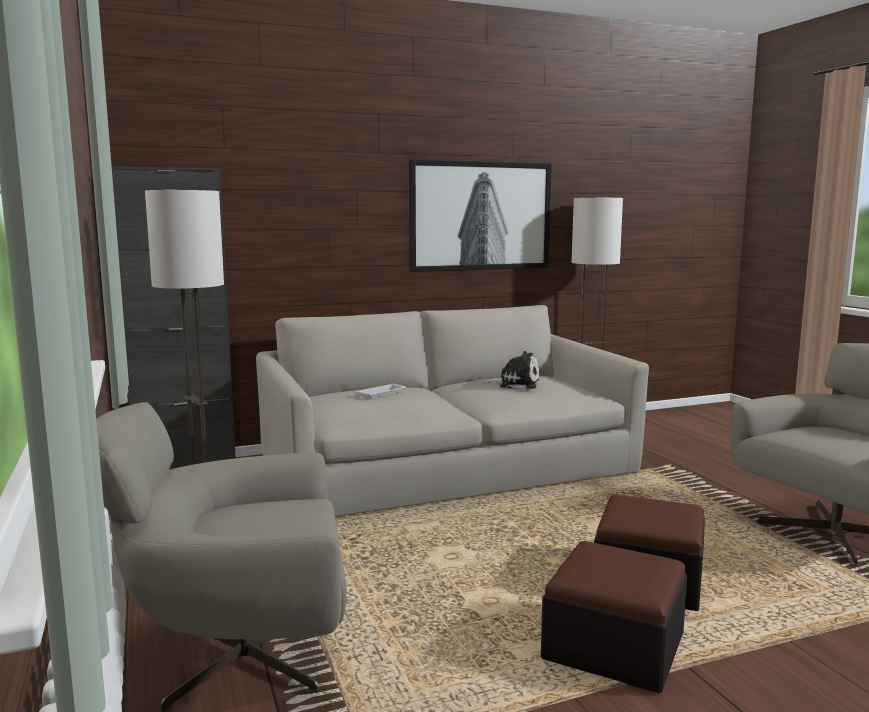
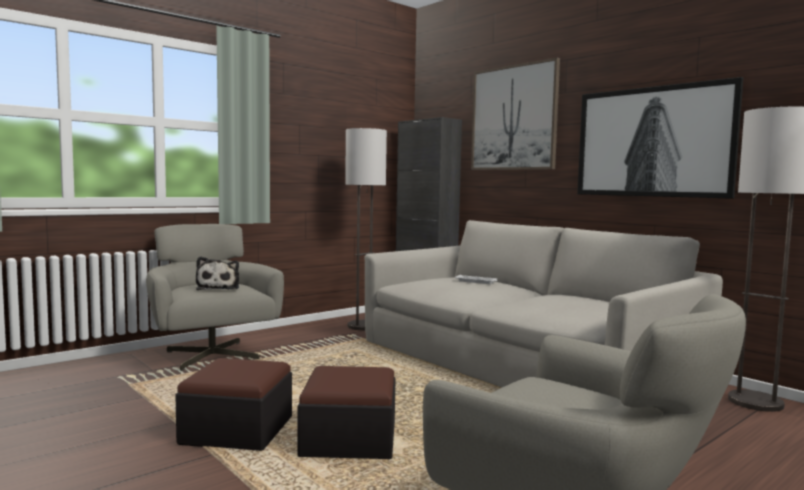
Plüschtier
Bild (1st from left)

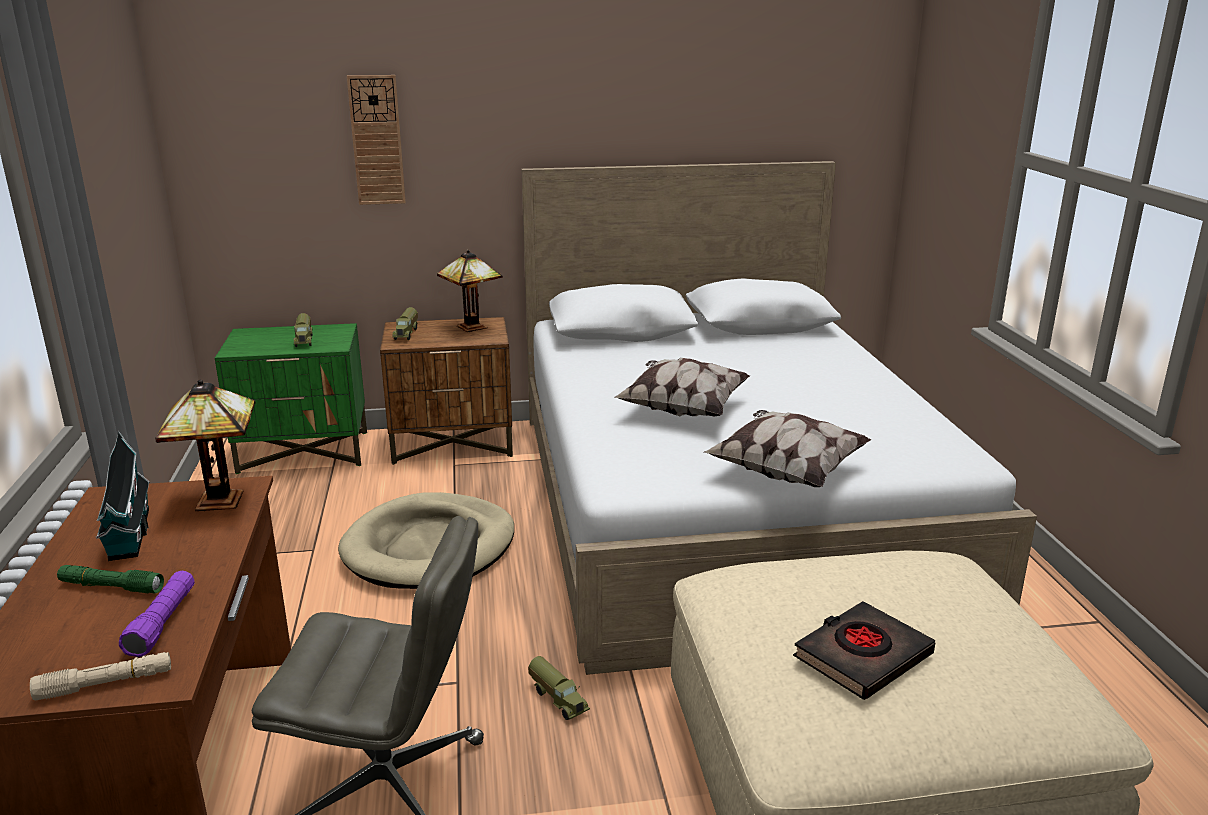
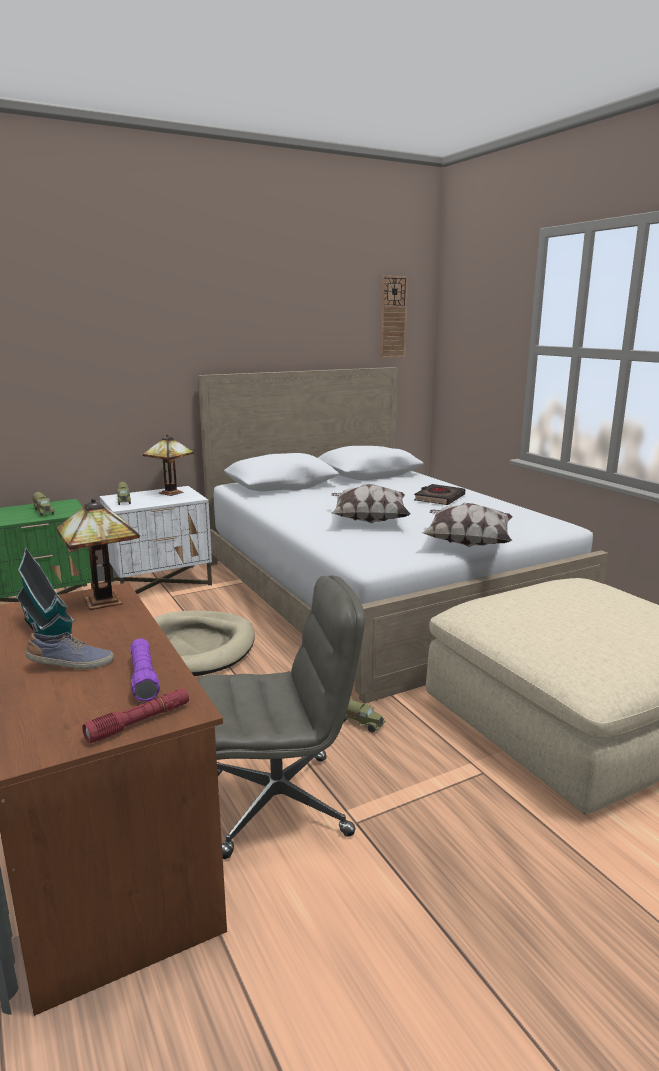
Wanduhr
Nachttisch (weiß)
Schuh
Buch (schwarz)
Taschenlampe (rot)

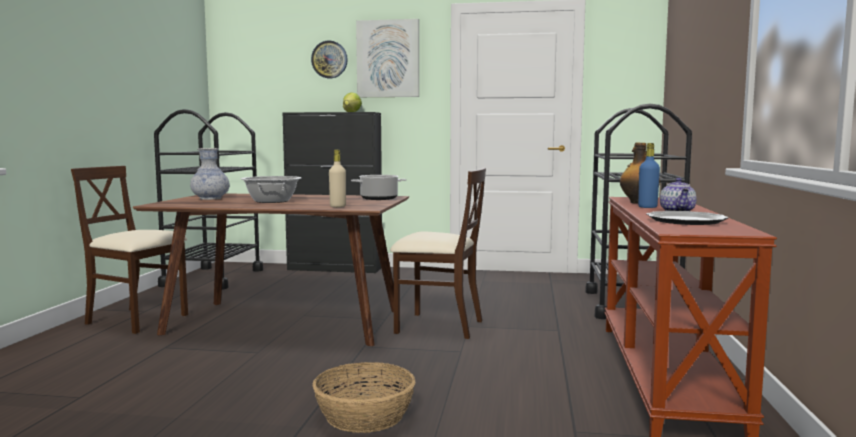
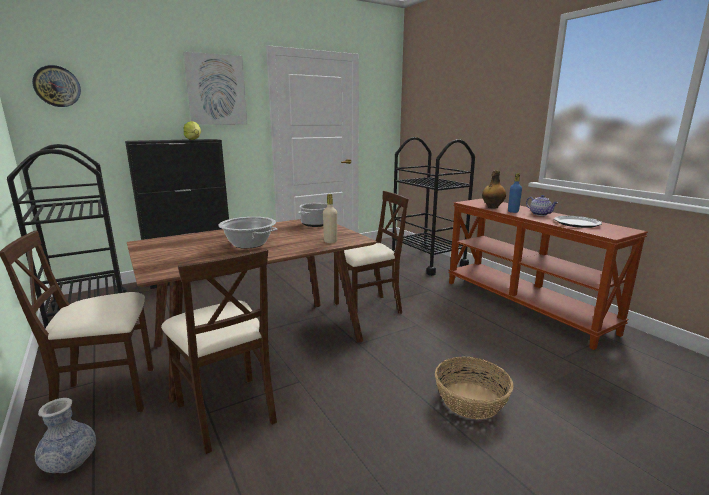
Wanduhr
Vase
Stuhl (beige) (2nd from left)

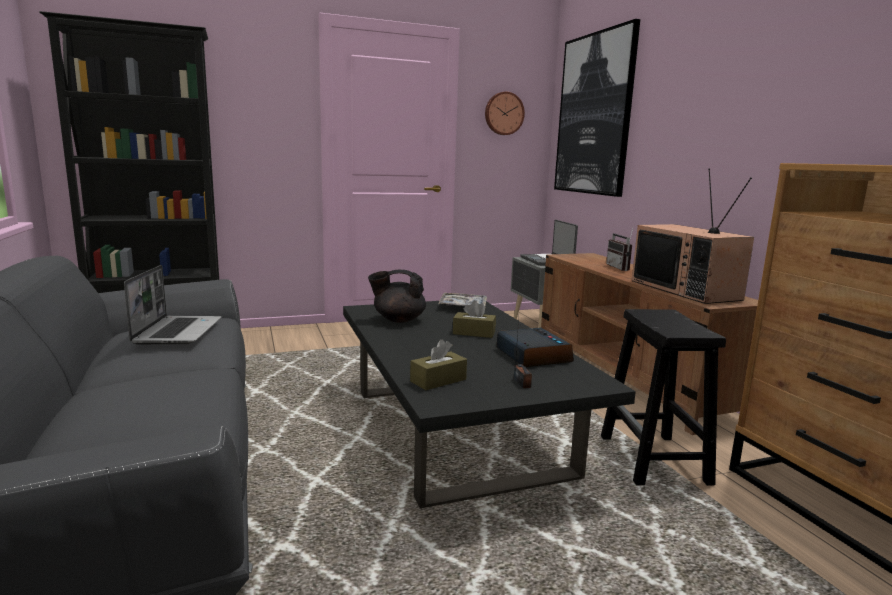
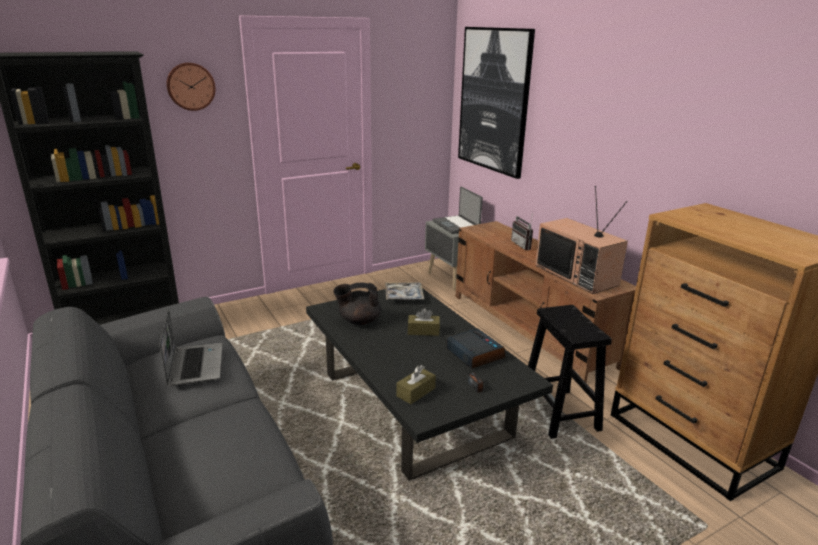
Wanduhr

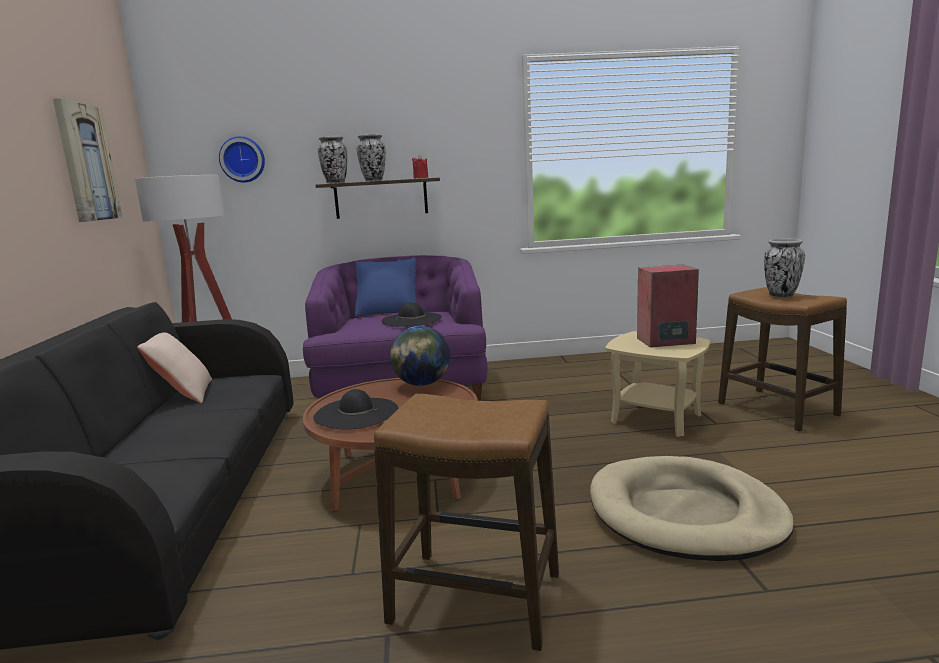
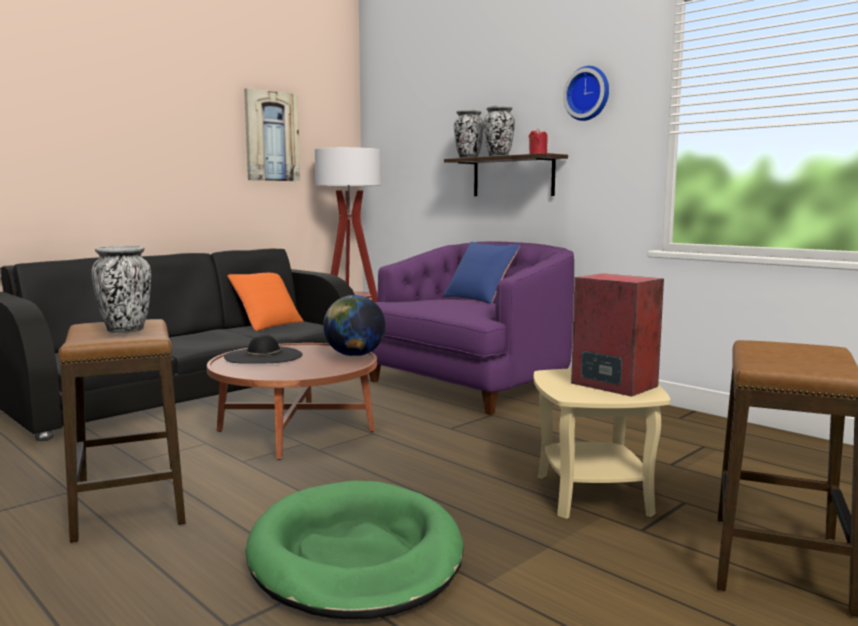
Wanduhr
Vase (1st from left)
Hut (schwarz) (2nd from left in the first image)
Kissen (orange)
Hundebett (grün)

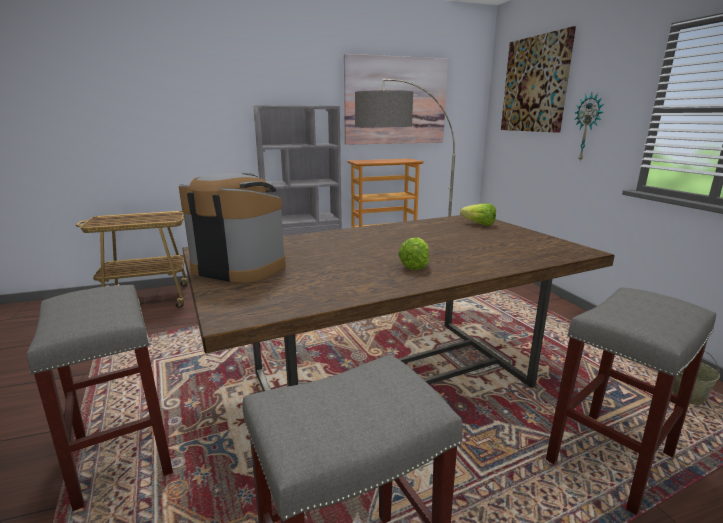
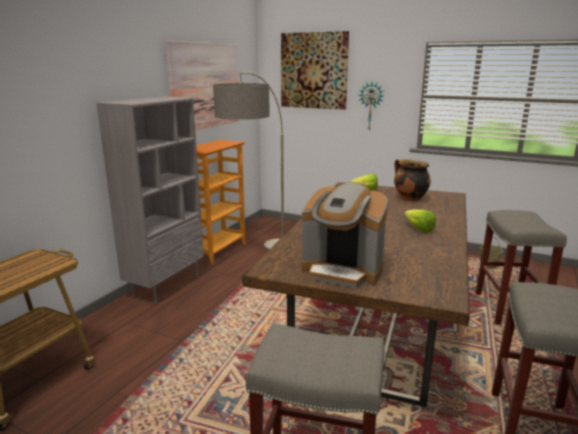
Kaffeemaschine
Kochtopf

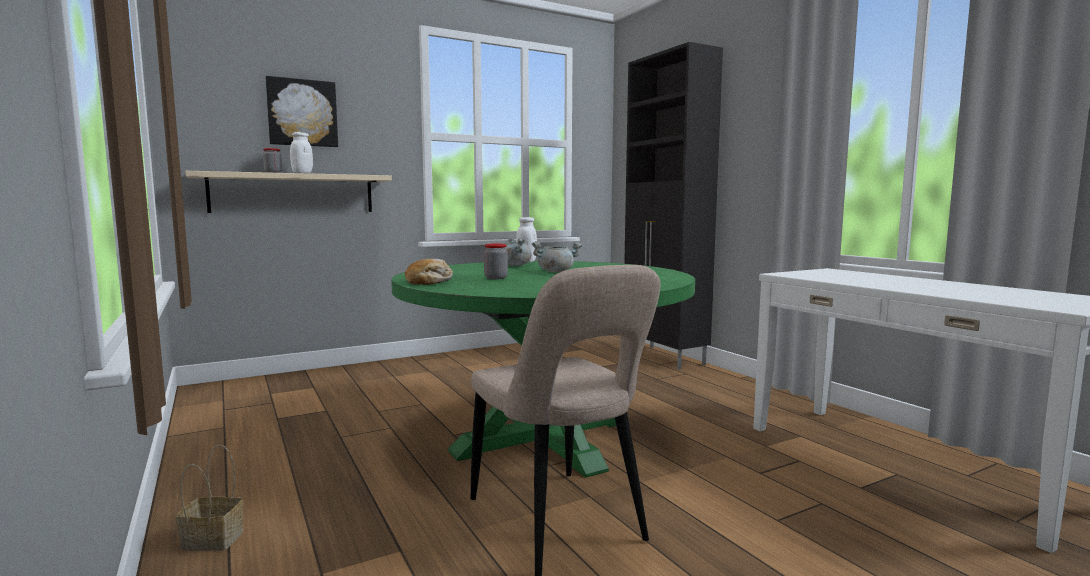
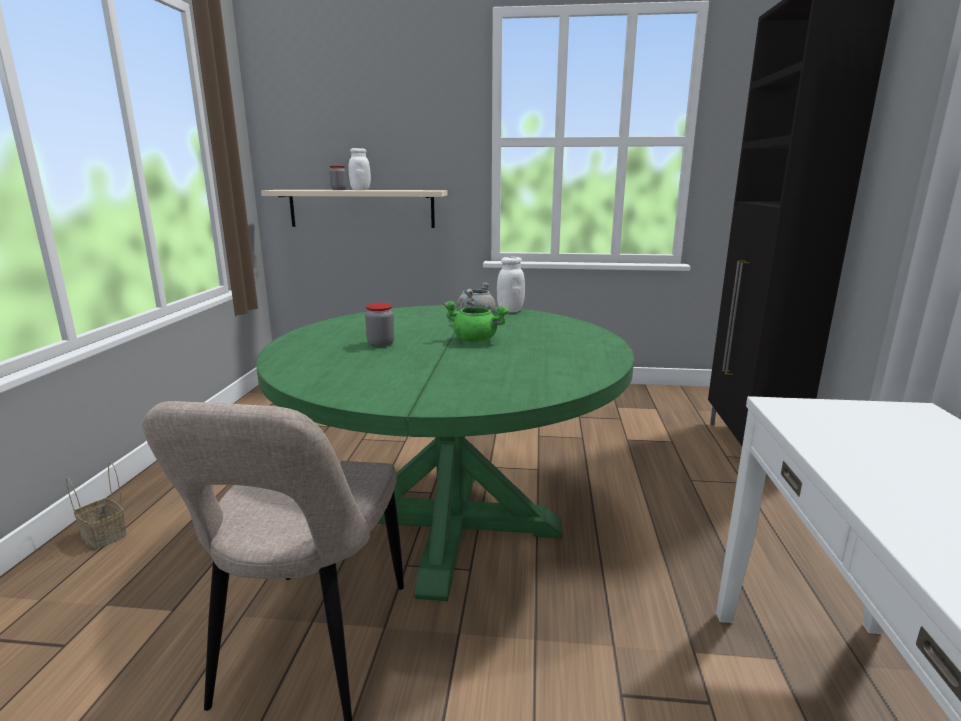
Bild
Kochtopf (grün)
Brot

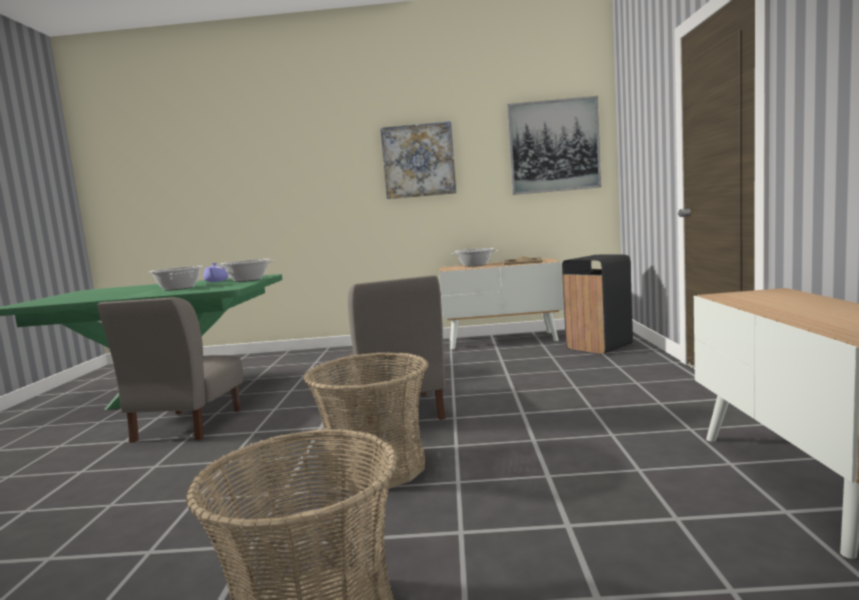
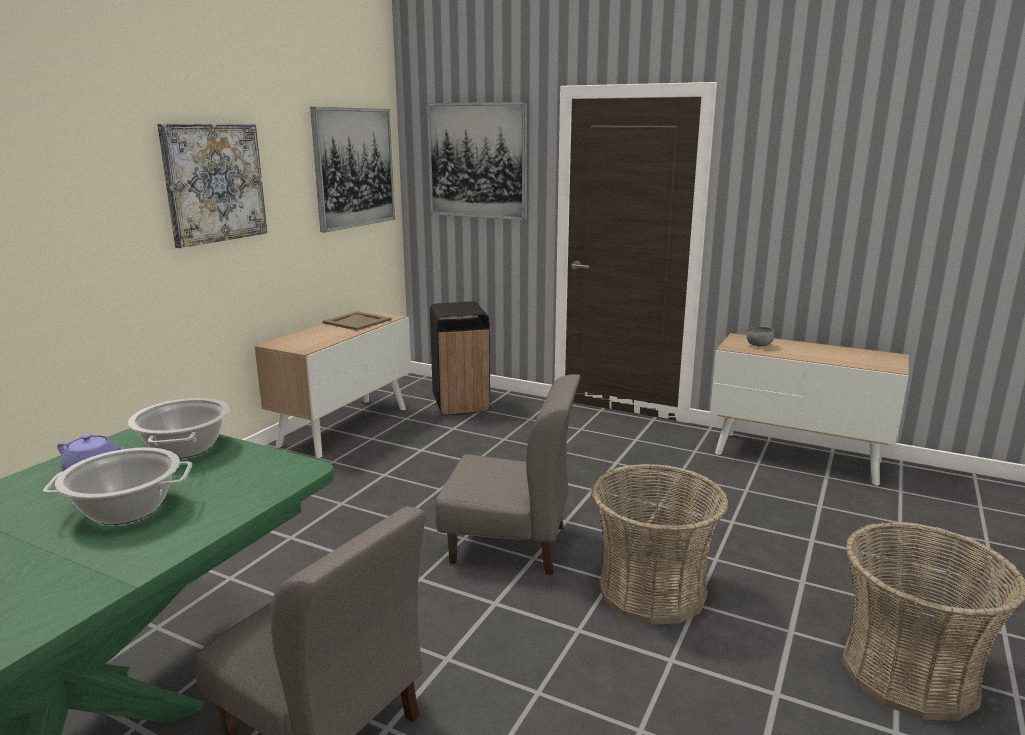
Kochtopf (3rd from left in the first image)
Bild (3rd from left)
Schüssel (grau)

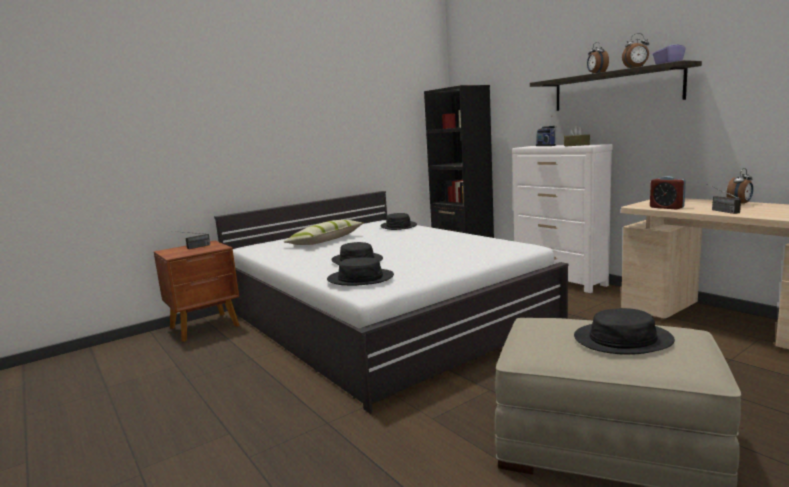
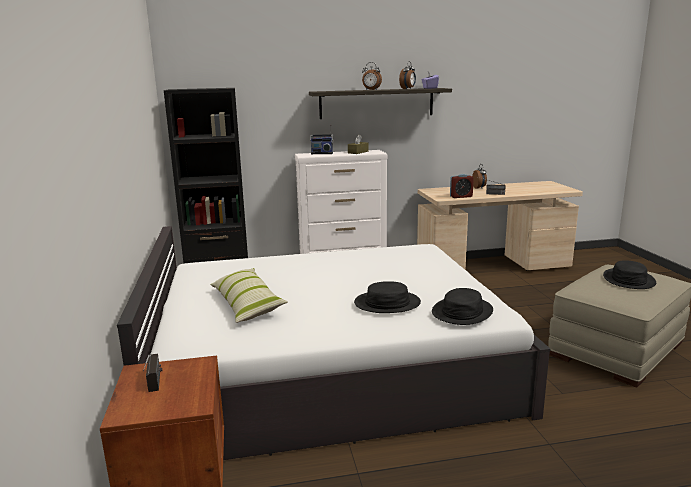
Hut (schwarz) (3rd from left in the first image)

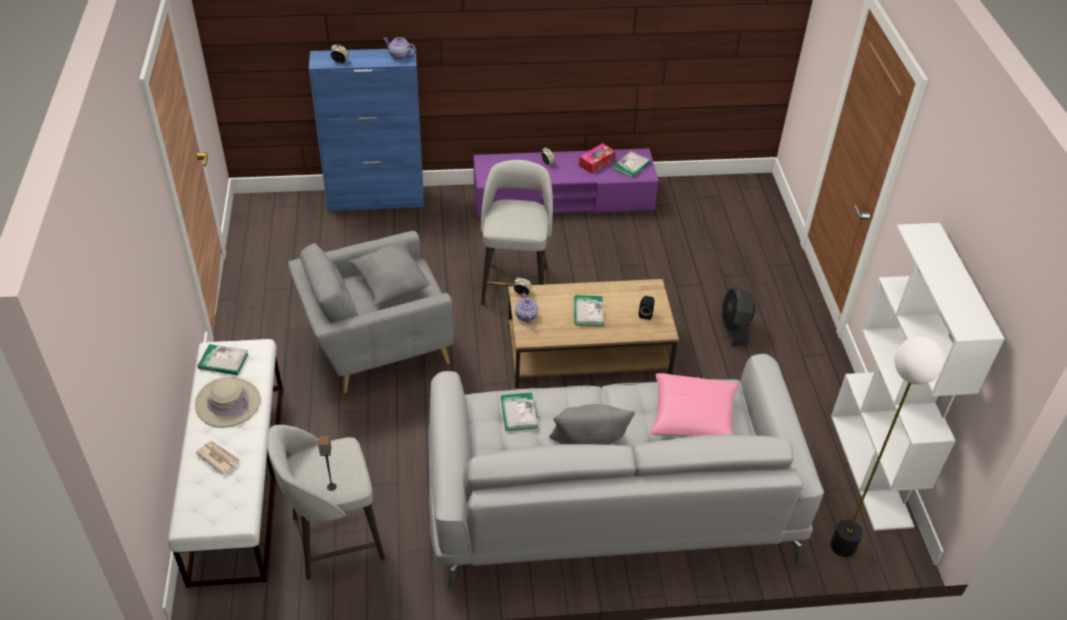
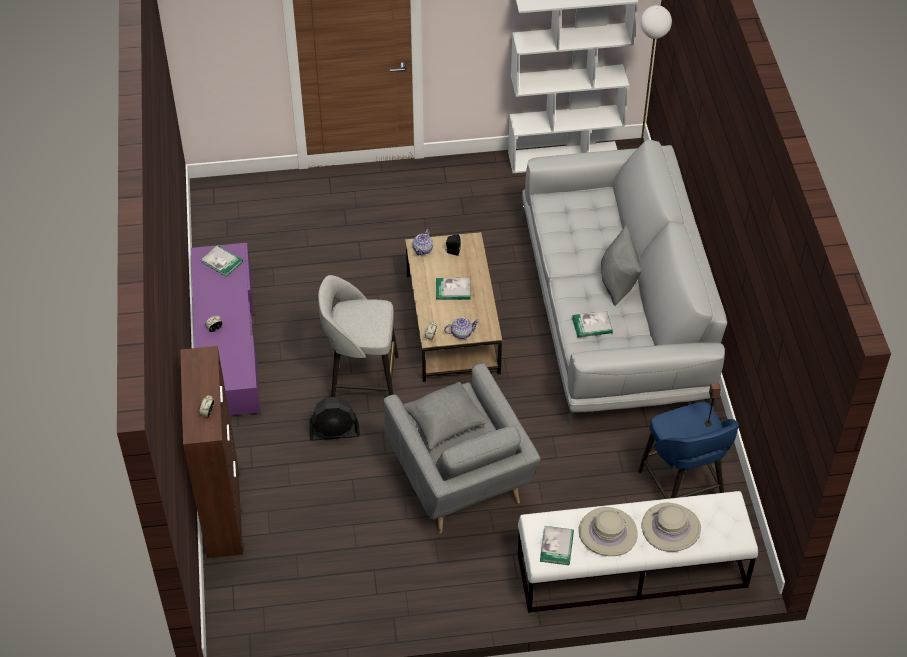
Teekanne (1st from left)
Schrank (braun)
Taschentuchbox
Ventilator (schwarz)
Kissen (rosa)
Hocker (blau)
Hut (beige) (2nd from left)

